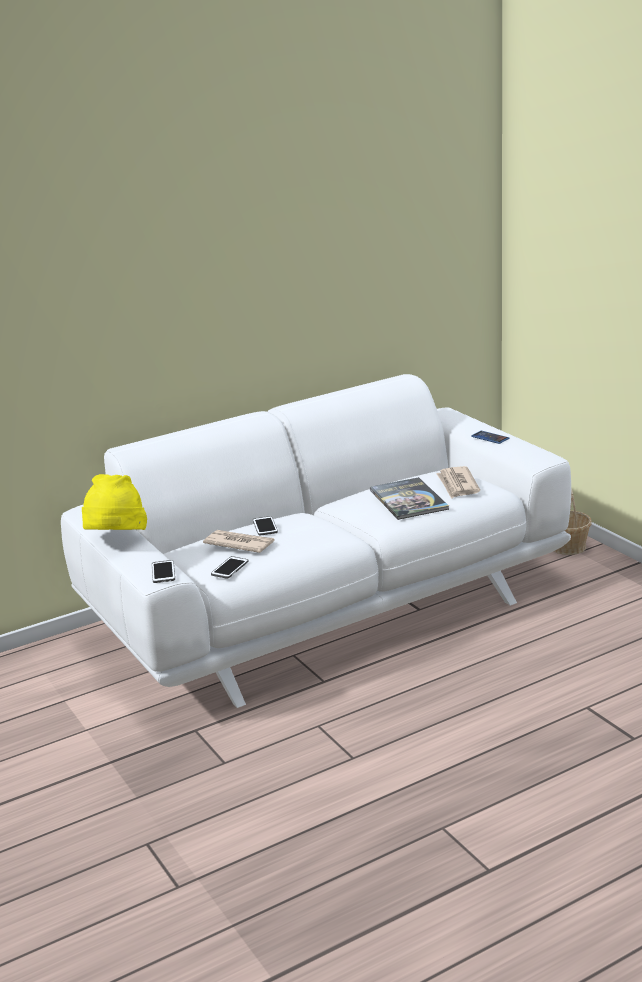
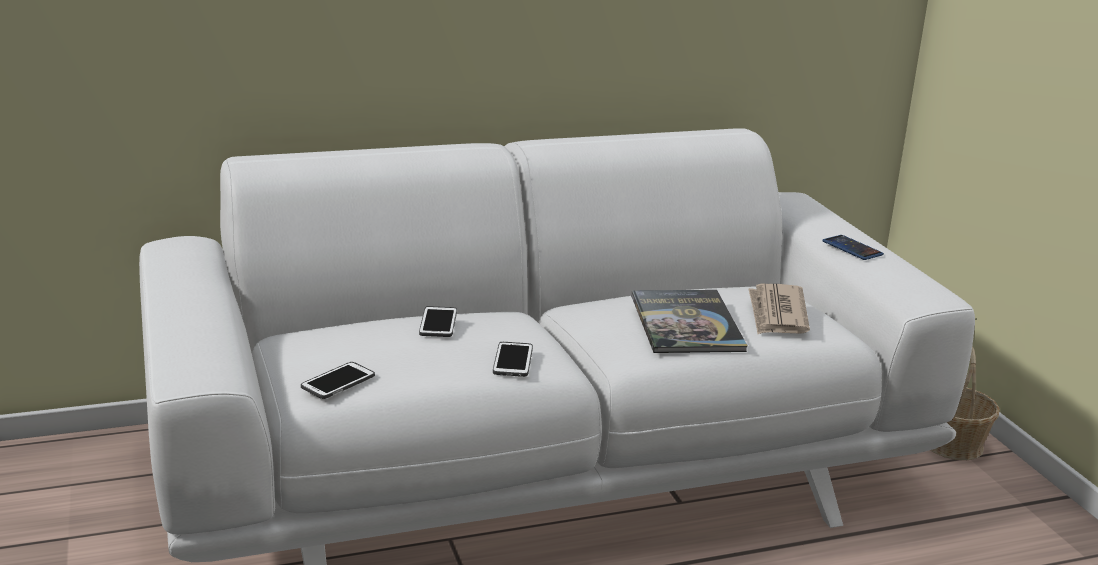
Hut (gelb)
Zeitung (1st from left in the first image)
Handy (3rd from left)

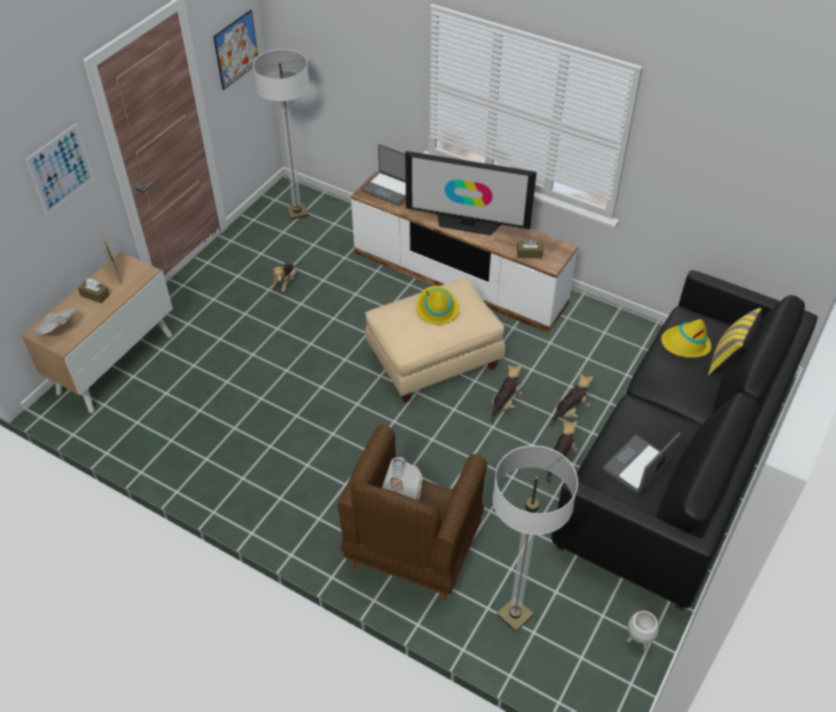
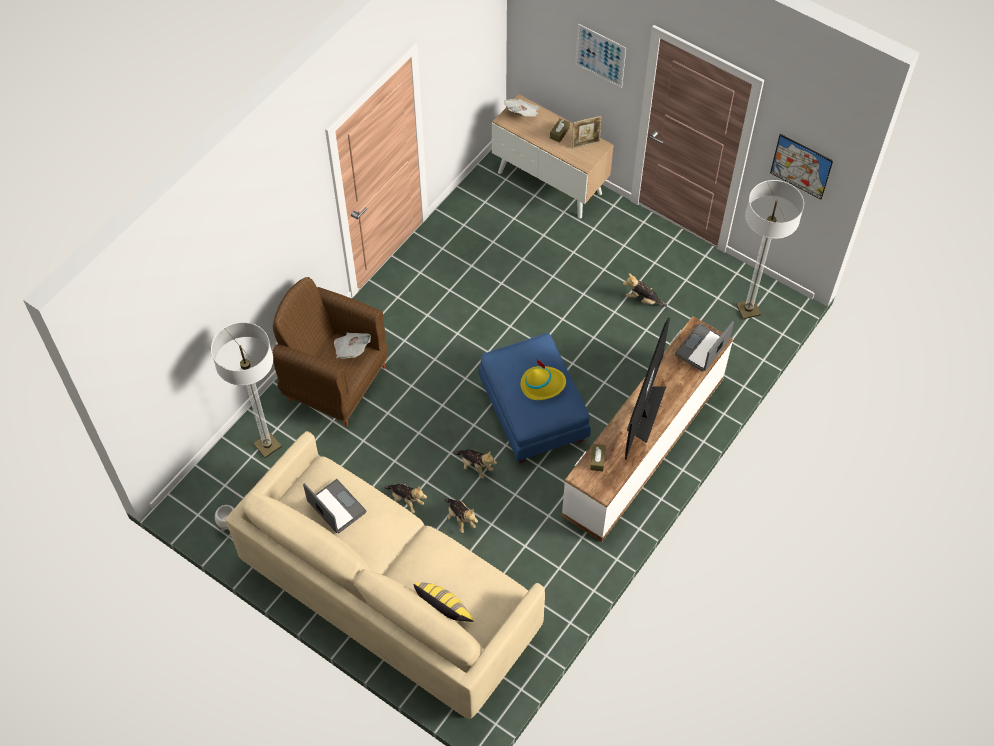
Sofa (beige)
Polsterhocker (blau)
Hut (gelb) (2nd from left in the first image)

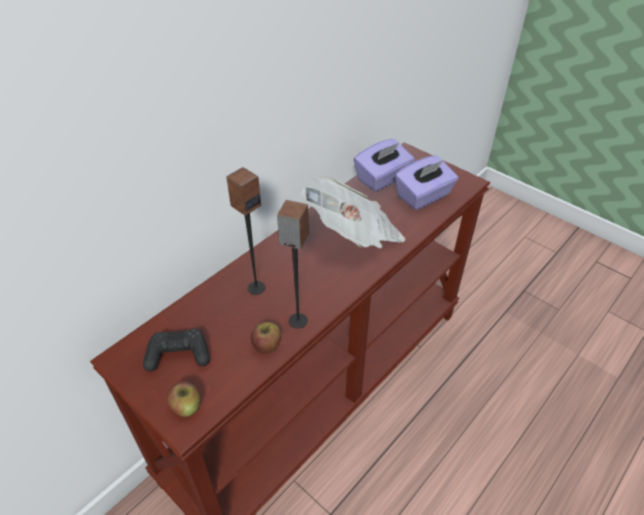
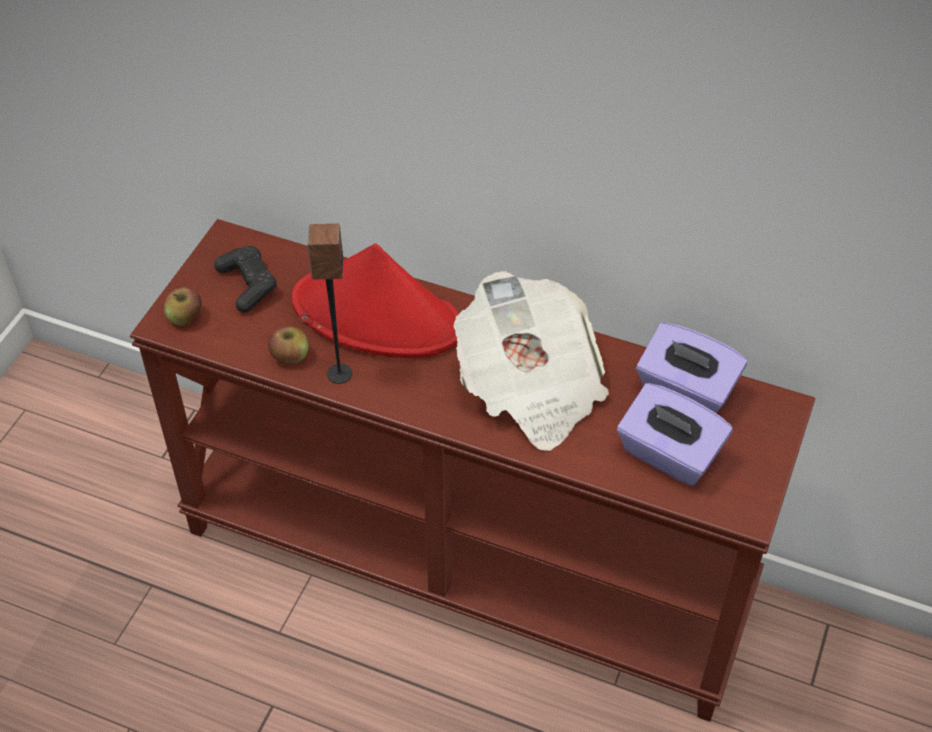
Hut (rot)

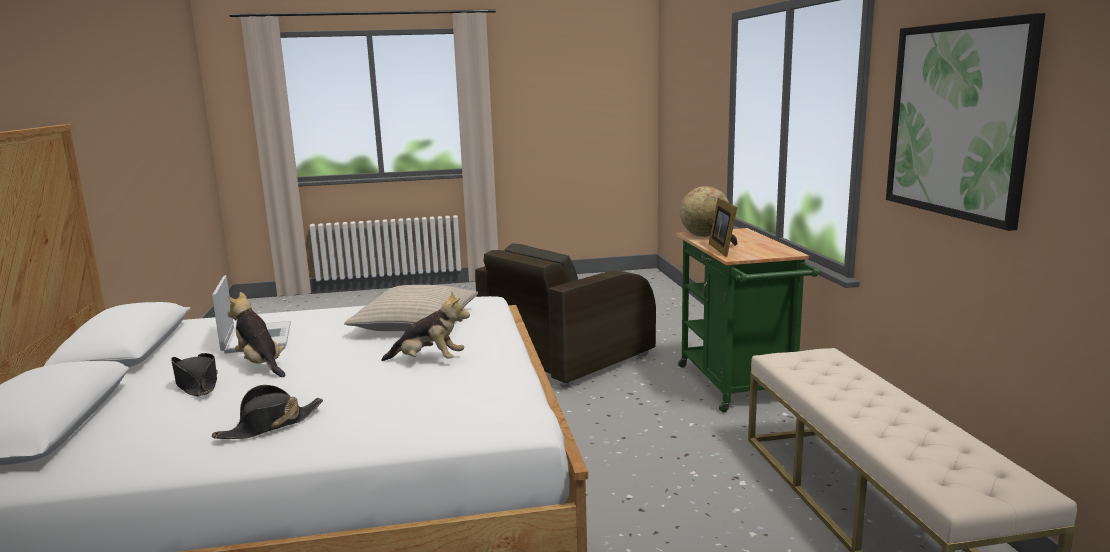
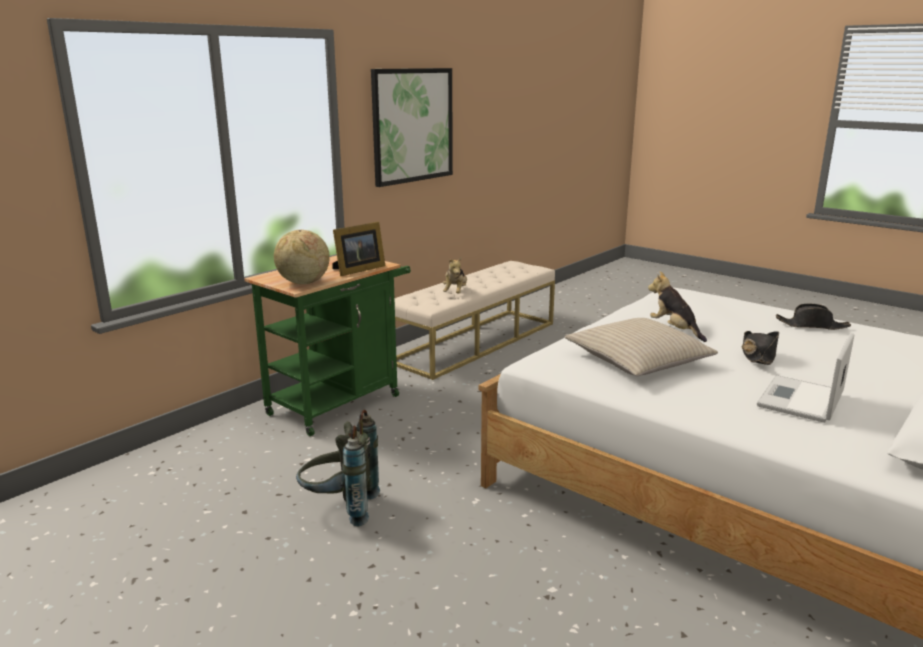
Rucksack (grau)
Plüschtier (1st from left)
Hut (schwarz) (1st from left)

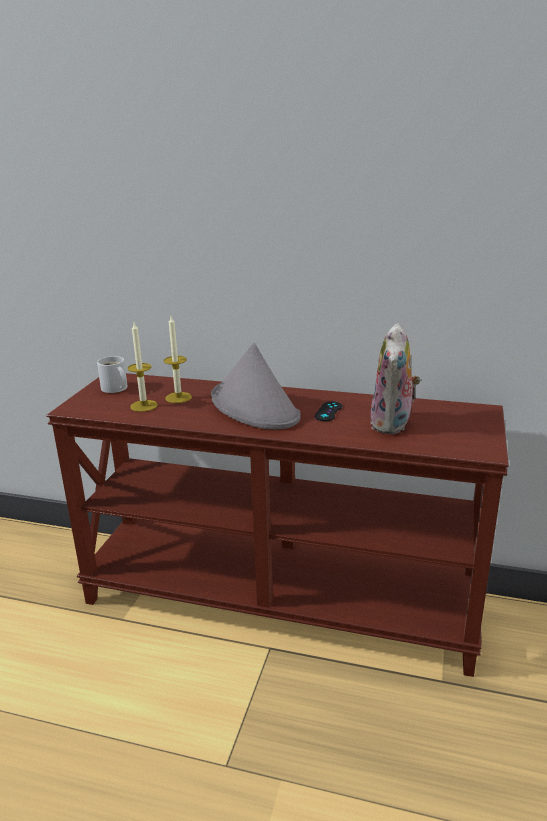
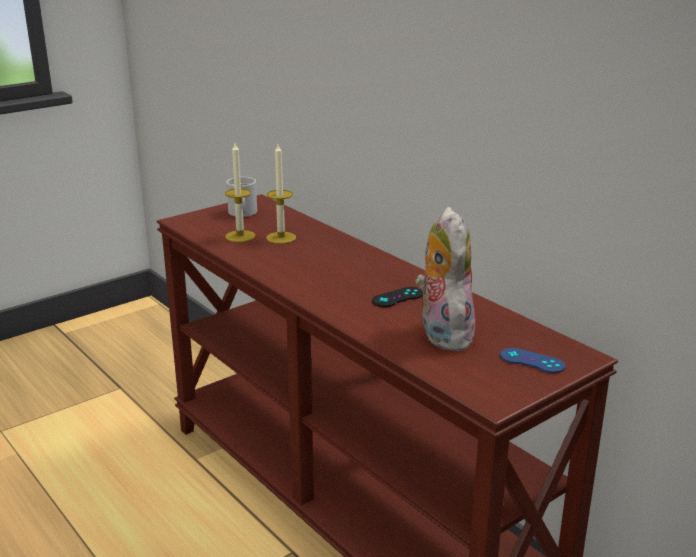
Plüschtier
Hut (grau)
Gamepad (blau)

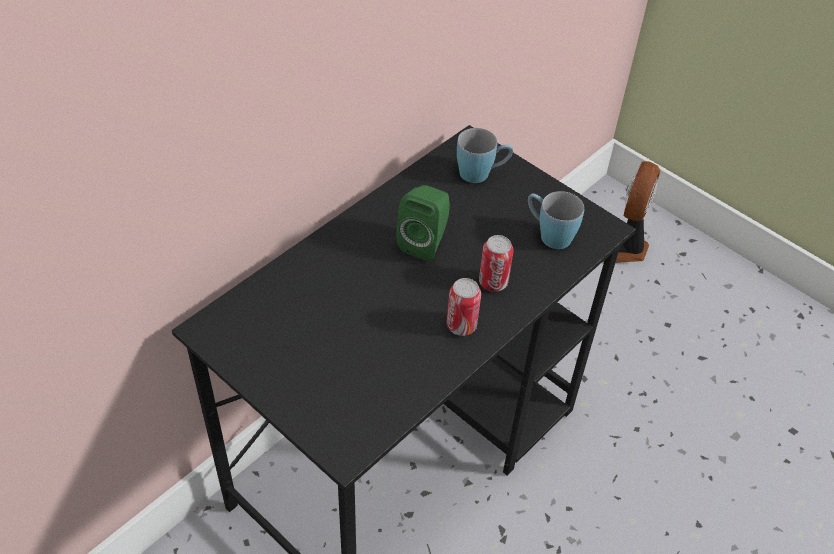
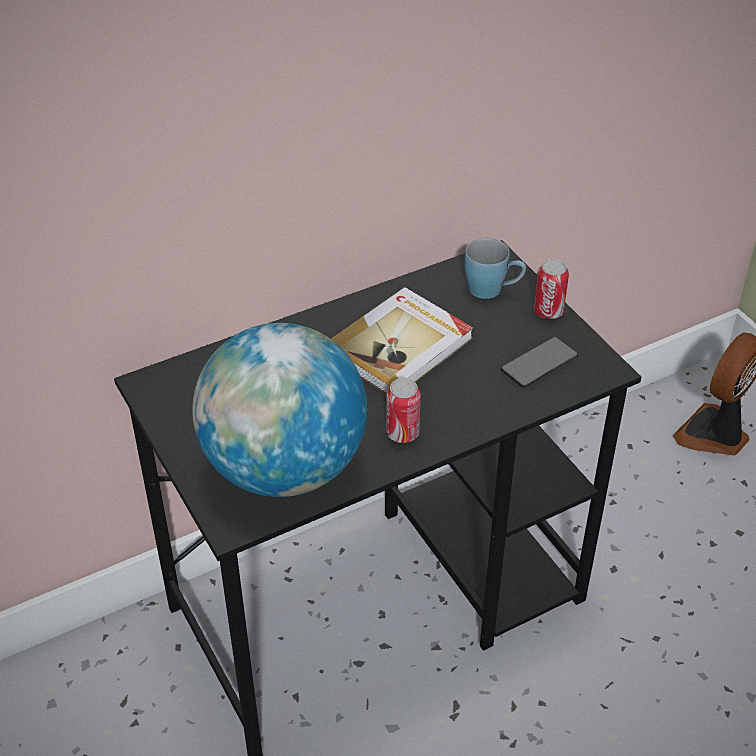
Buch
Handy
Dose (2nd from left)
Globus

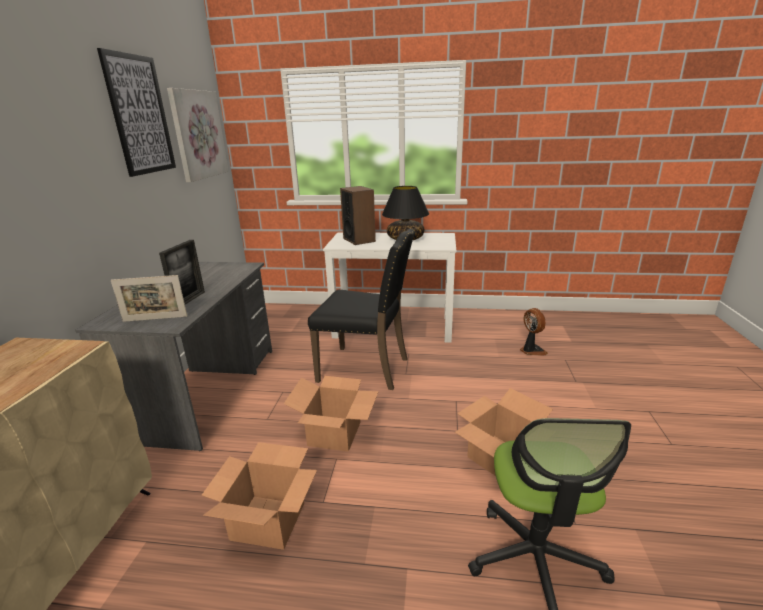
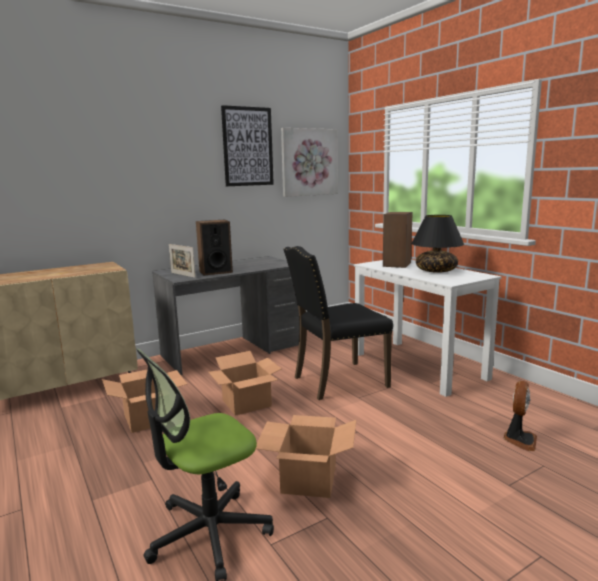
Stuhl (schwarz)
Lautsprecher (1st from left)

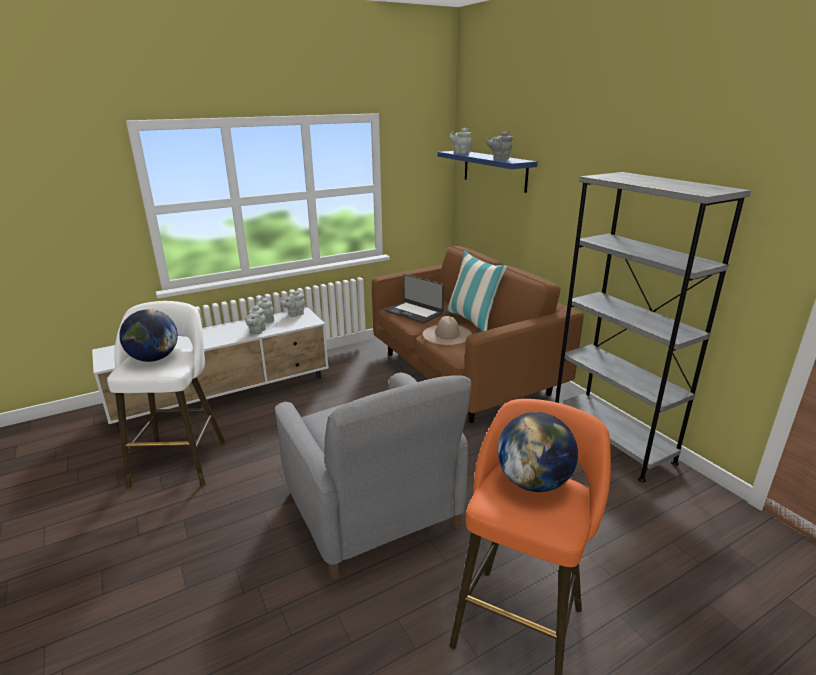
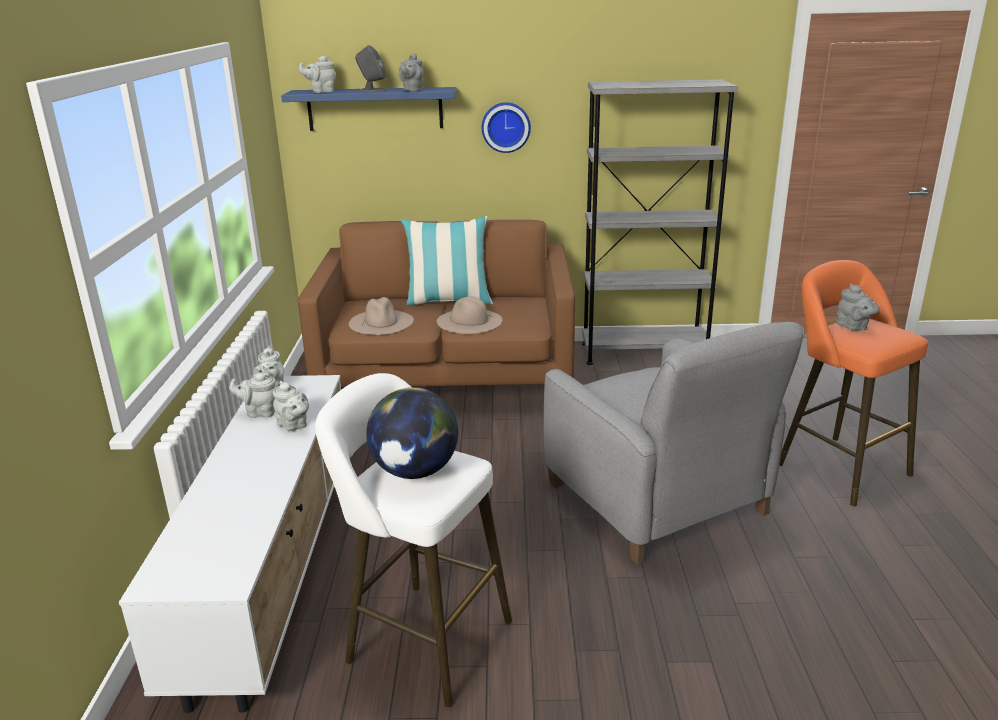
Hut (beige) (1st from left)
Sessel (grau)
Teekanne (grau) (6th from left)
Lautsprecher (grau)
Wanduhr

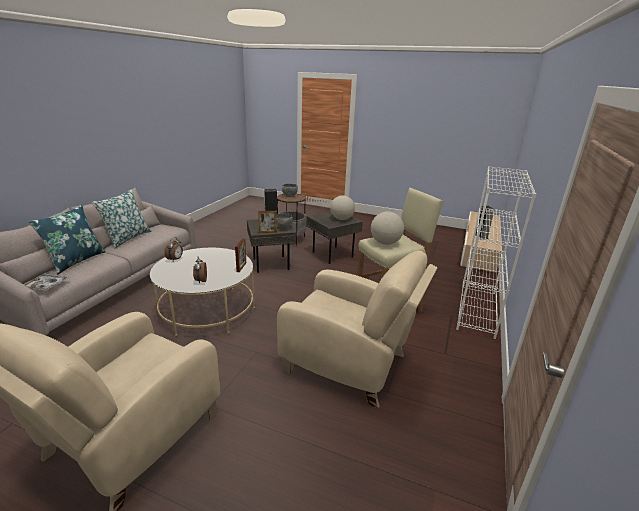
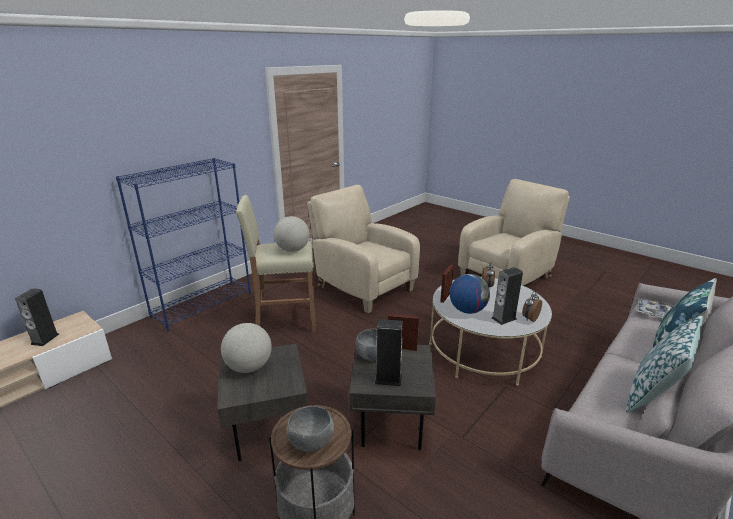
Bücherregal (blau)
Lautsprecher (3rd from left)
Globus (3rd from left)

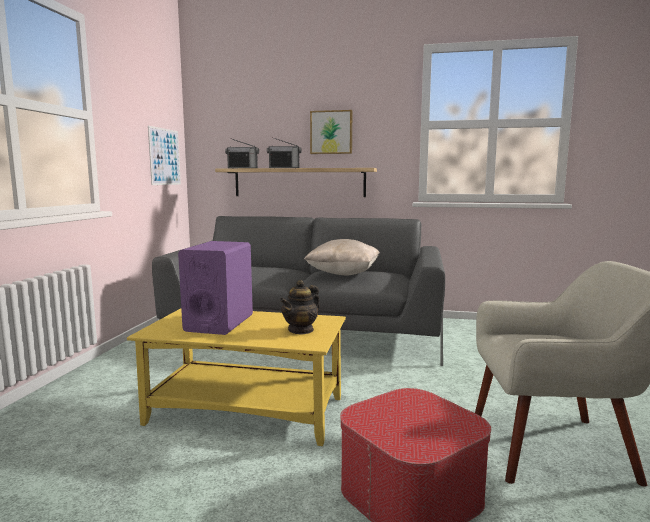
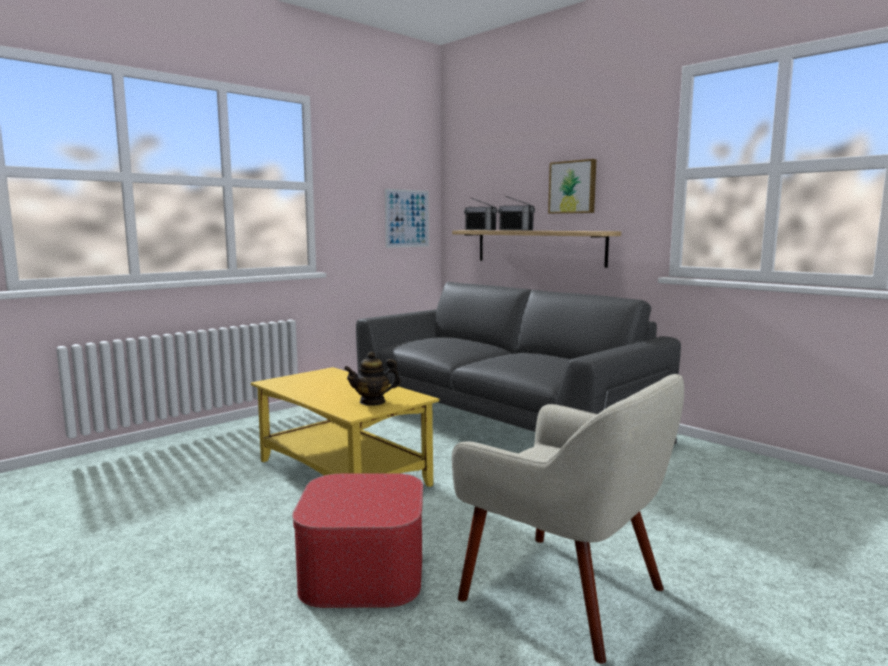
Kissen (beige)
Lautsprecher (lila)

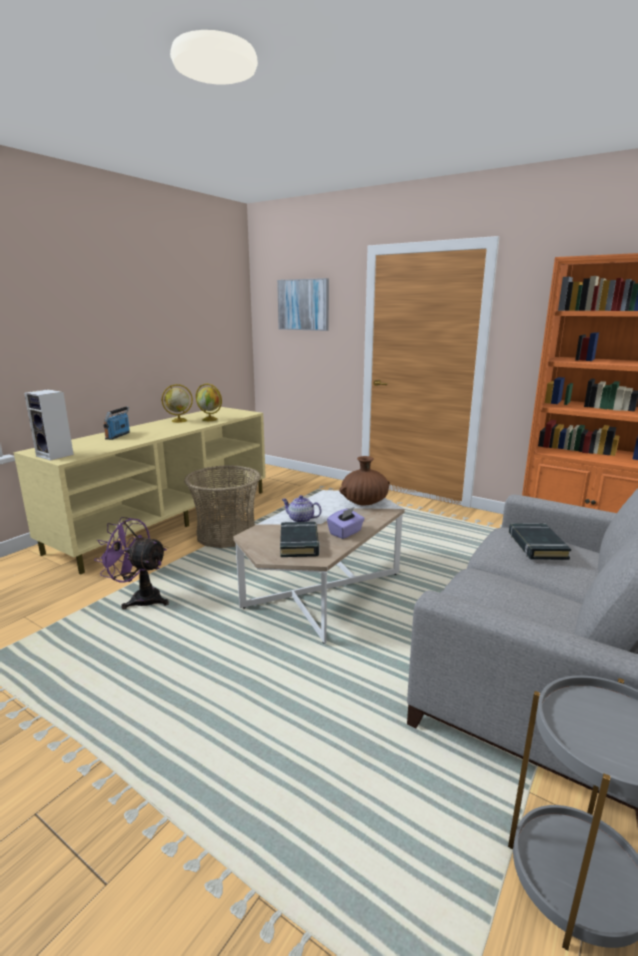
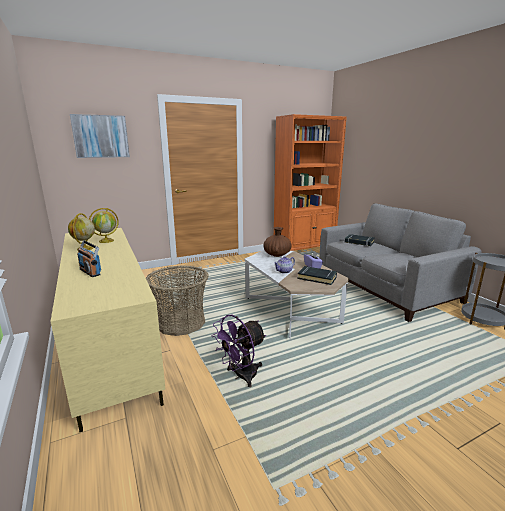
Lautsprecher

